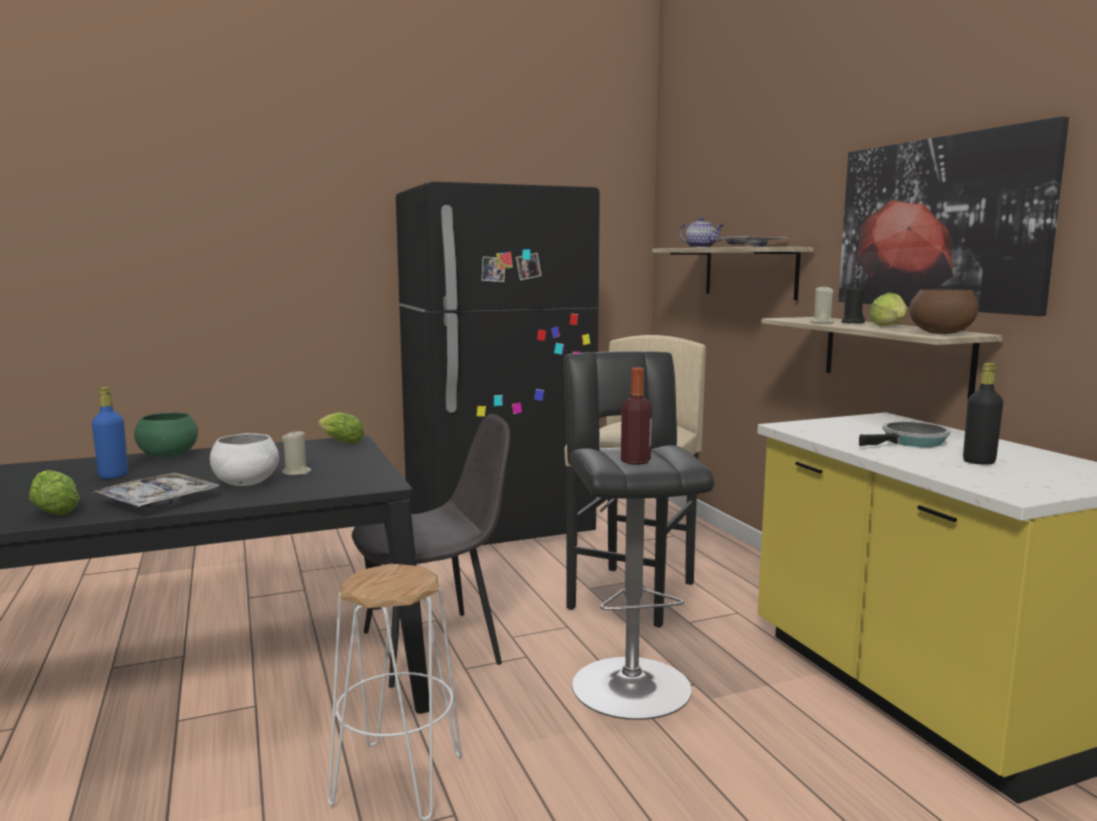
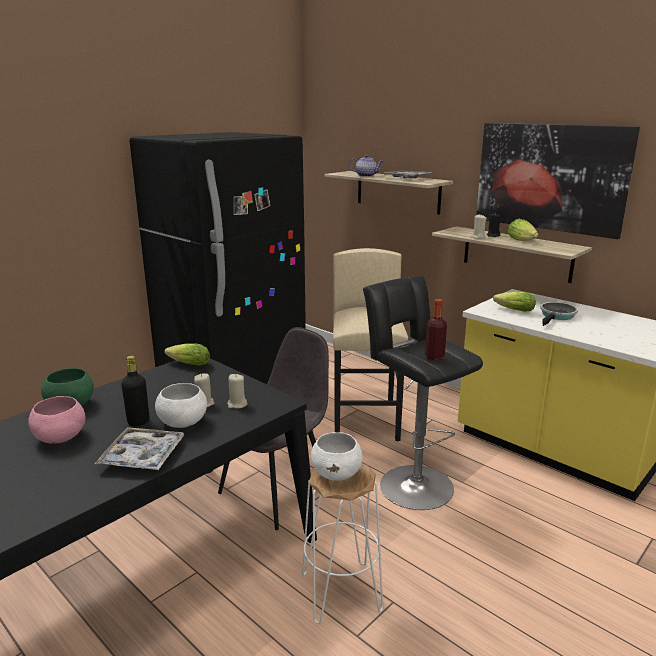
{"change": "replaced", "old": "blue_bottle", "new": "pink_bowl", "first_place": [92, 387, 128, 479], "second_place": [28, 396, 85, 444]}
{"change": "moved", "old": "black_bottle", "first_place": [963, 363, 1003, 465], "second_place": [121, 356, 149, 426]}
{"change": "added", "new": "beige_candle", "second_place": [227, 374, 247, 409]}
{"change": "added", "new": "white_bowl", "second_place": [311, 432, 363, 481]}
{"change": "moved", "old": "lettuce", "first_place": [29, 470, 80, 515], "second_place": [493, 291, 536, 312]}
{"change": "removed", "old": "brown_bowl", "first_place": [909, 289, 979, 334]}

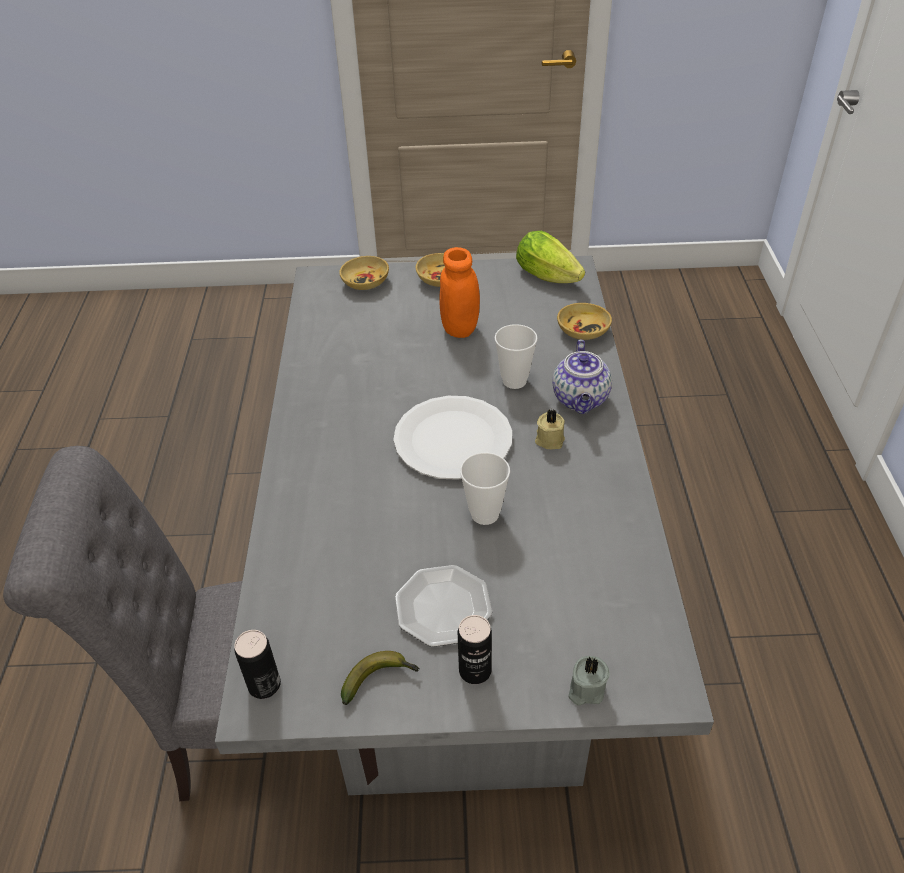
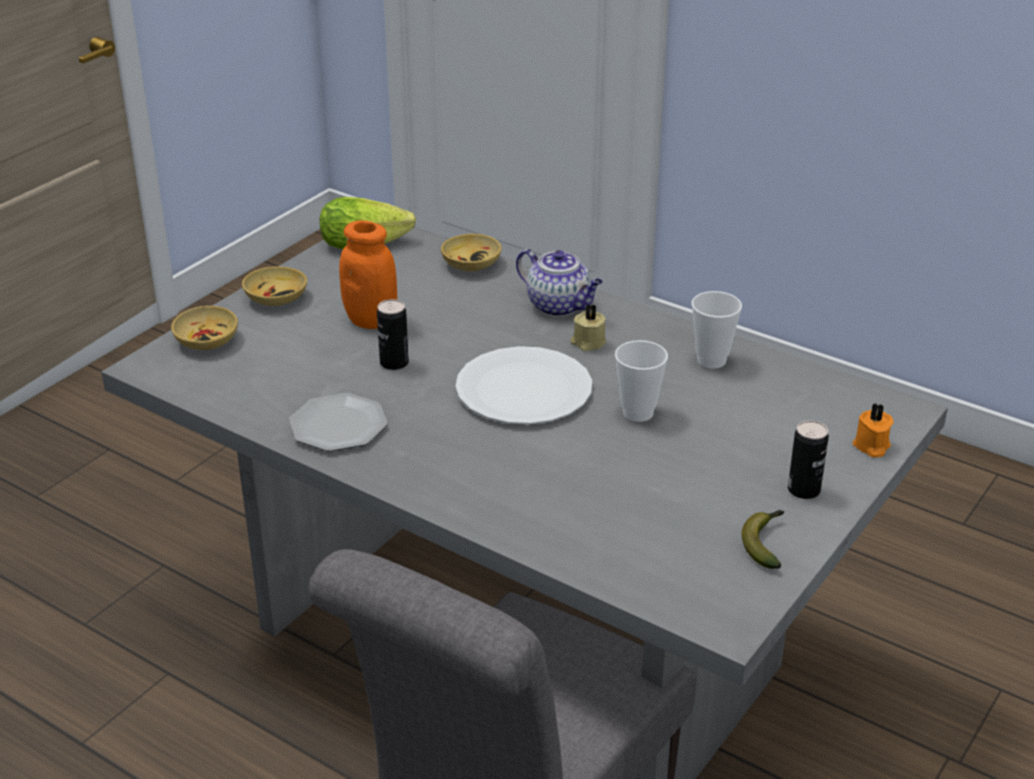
{"change": "moved", "old": "plate", "first_place": [395, 565, 492, 647], "second_place": [289, 393, 388, 452]}
{"change": "moved", "old": "can", "first_place": [234, 630, 281, 699], "second_place": [377, 299, 409, 370]}
{"change": "moved", "old": "cup", "first_place": [495, 324, 538, 389], "second_place": [691, 291, 742, 369]}
{"change": "recoloured", "old": "grey_candle", "new": "orange_candle", "first_place": [568, 656, 610, 705], "second_place": [853, 403, 894, 457]}

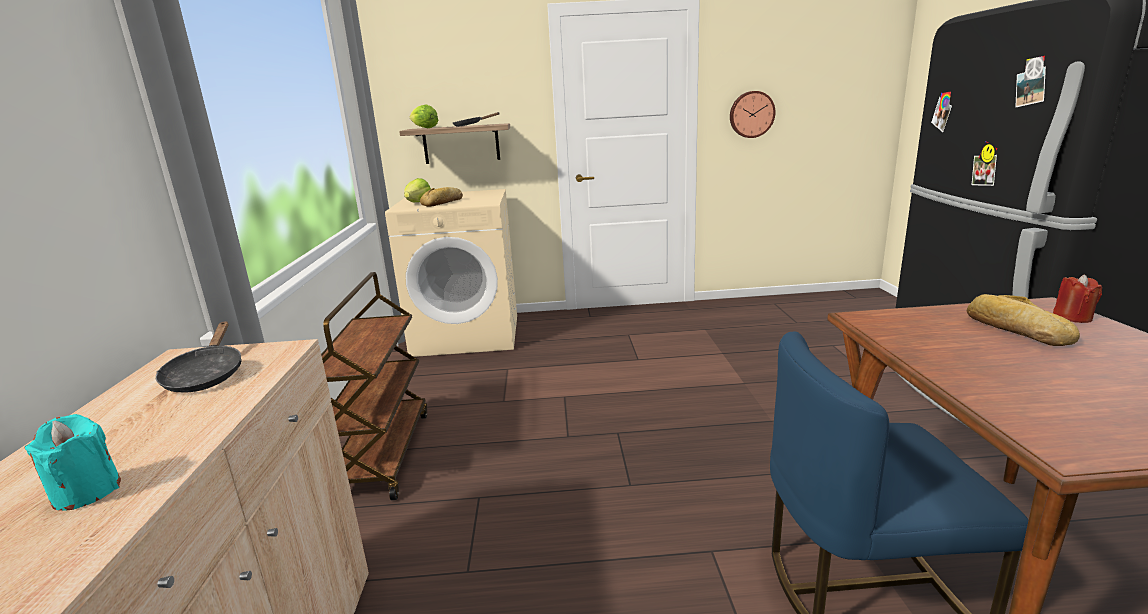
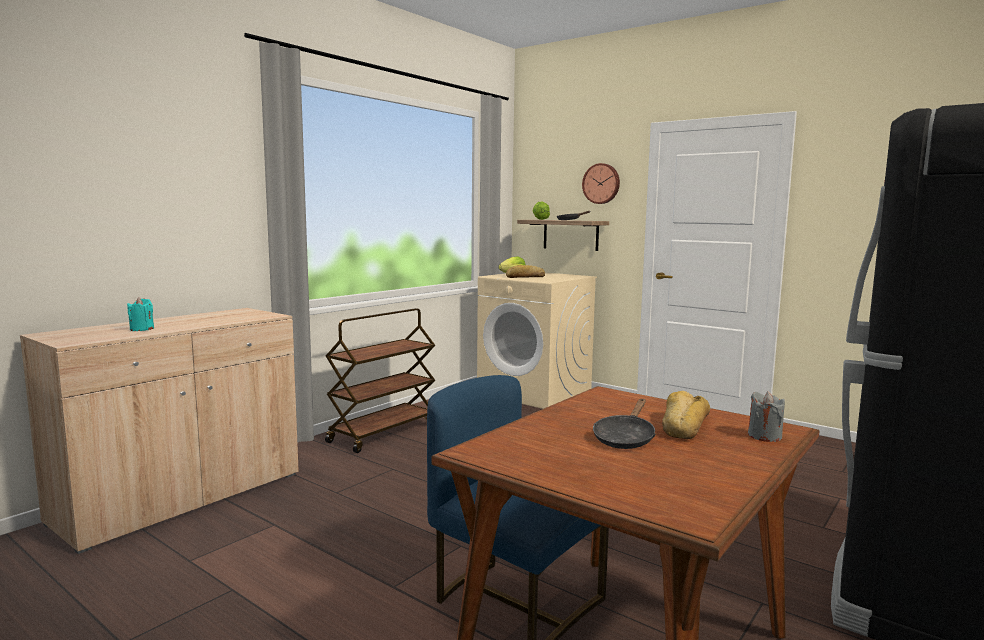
{"change": "moved", "old": "wall_clock", "first_place": [730, 91, 776, 138], "second_place": [582, 163, 620, 204]}
{"change": "moved", "old": "black_frying_pan", "first_place": [156, 321, 242, 392], "second_place": [593, 399, 655, 449]}
{"change": "recoloured", "old": "red_candle", "new": "grey_candle", "first_place": [1053, 275, 1102, 323], "second_place": [748, 391, 785, 442]}

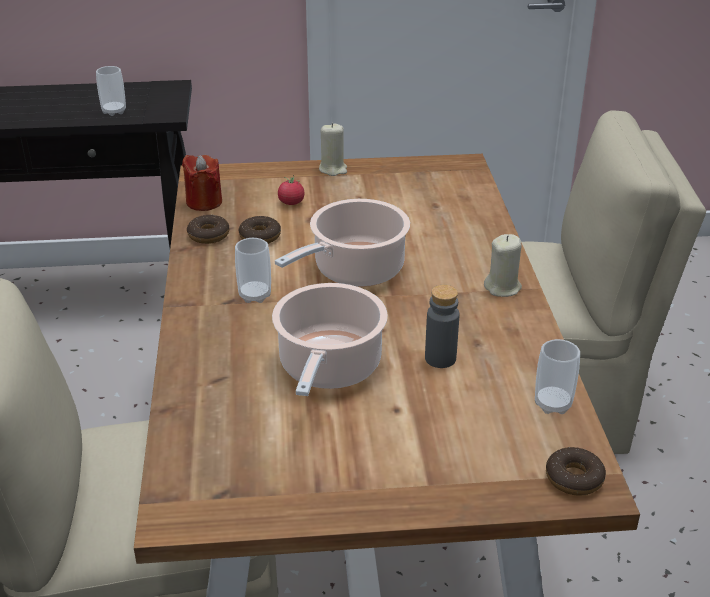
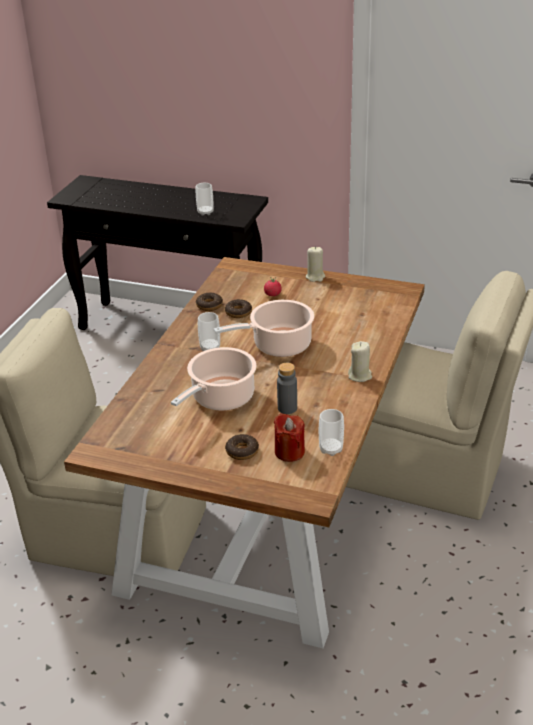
{"change": "moved", "old": "donut", "first_place": [546, 447, 606, 496], "second_place": [225, 434, 259, 460]}
{"change": "moved", "old": "red_candle", "first_place": [182, 155, 222, 211], "second_place": [274, 413, 305, 462]}

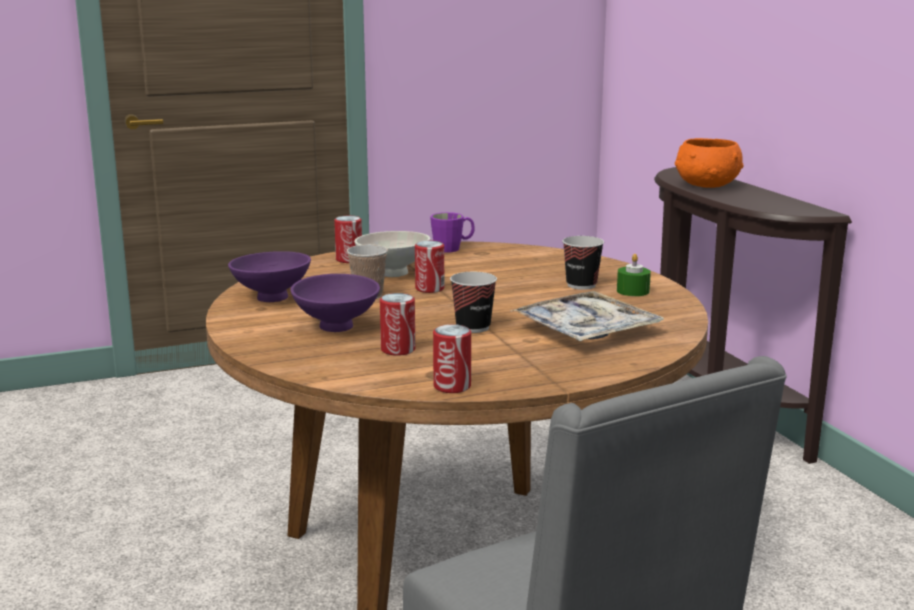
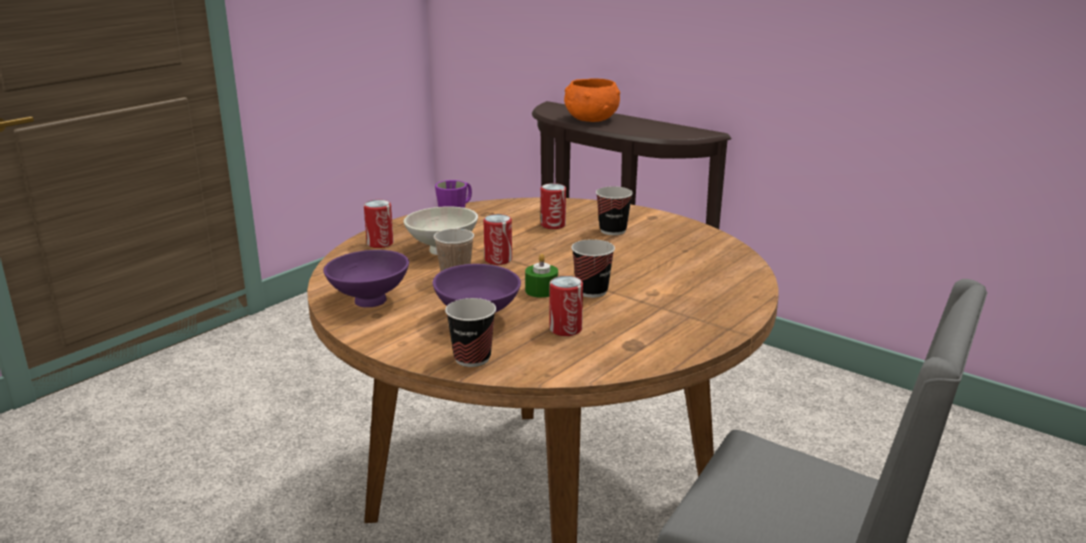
{"change": "added", "new": "cup", "second_place": [445, 298, 496, 367]}
{"change": "moved", "old": "green_candle", "first_place": [617, 254, 651, 296], "second_place": [525, 254, 558, 298]}
{"change": "moved", "old": "can", "first_place": [433, 324, 471, 393], "second_place": [541, 183, 566, 229]}
{"change": "removed", "old": "tray", "first_place": [511, 291, 663, 341]}

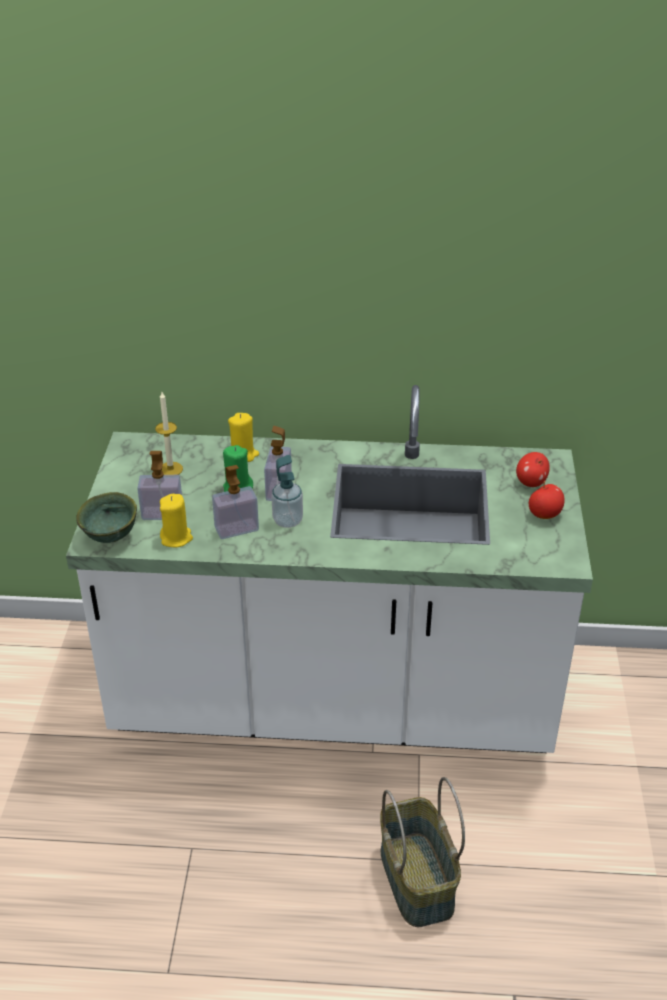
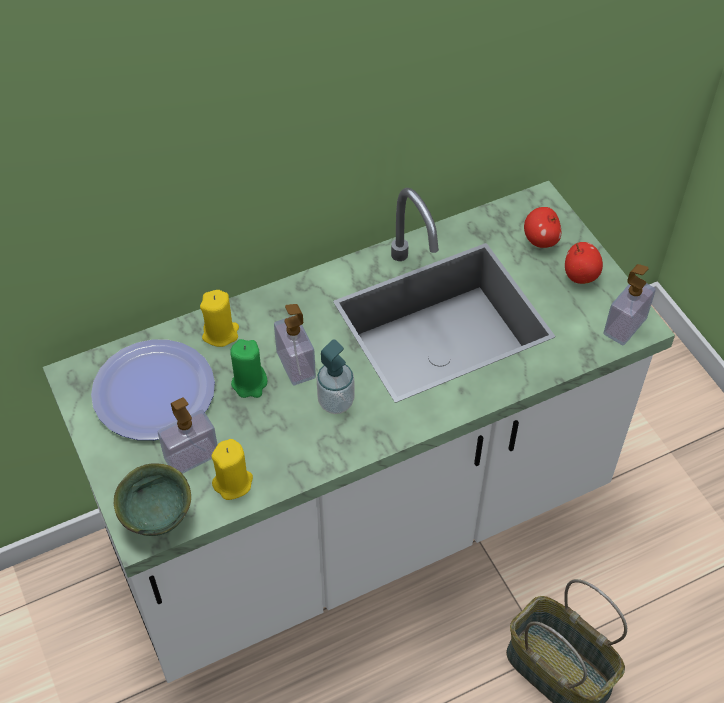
{"change": "replaced", "old": "candle", "new": "plate", "first_place": [155, 392, 183, 475], "second_place": [91, 340, 215, 440]}
{"change": "moved", "old": "soap_dispenser", "first_place": [212, 465, 259, 539], "second_place": [604, 264, 656, 346]}

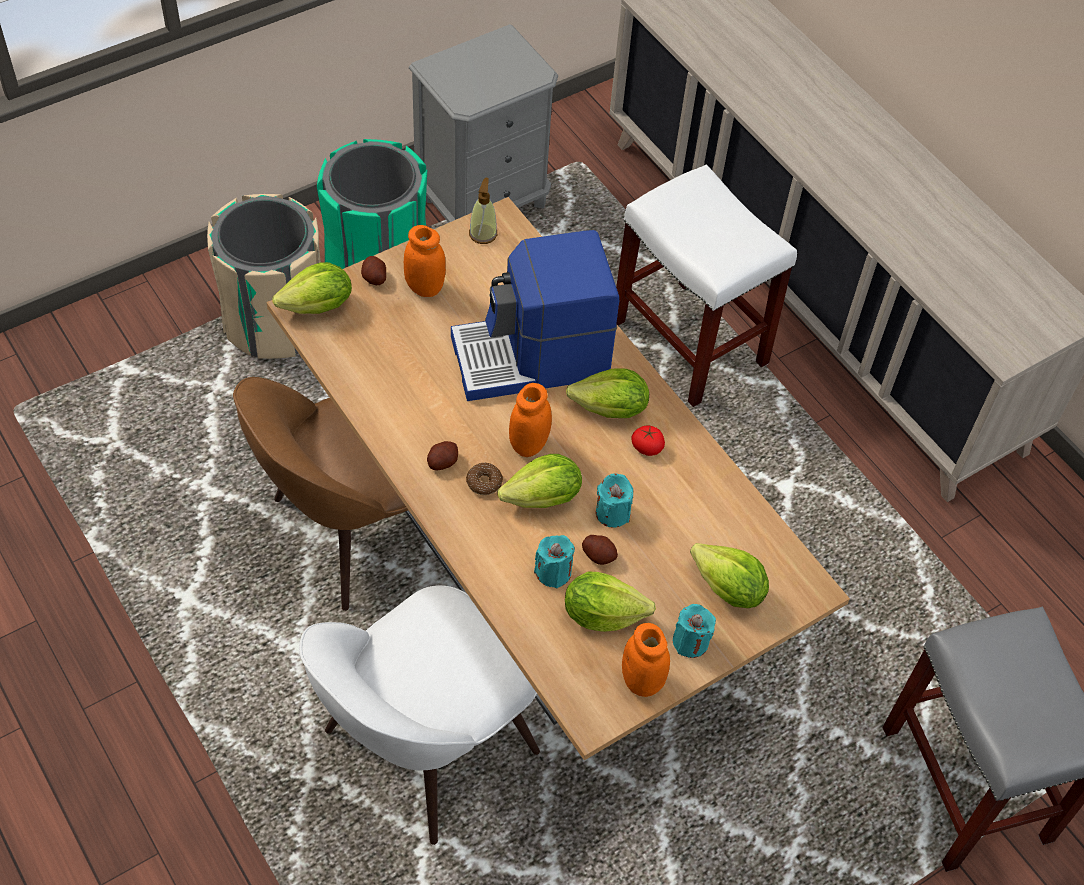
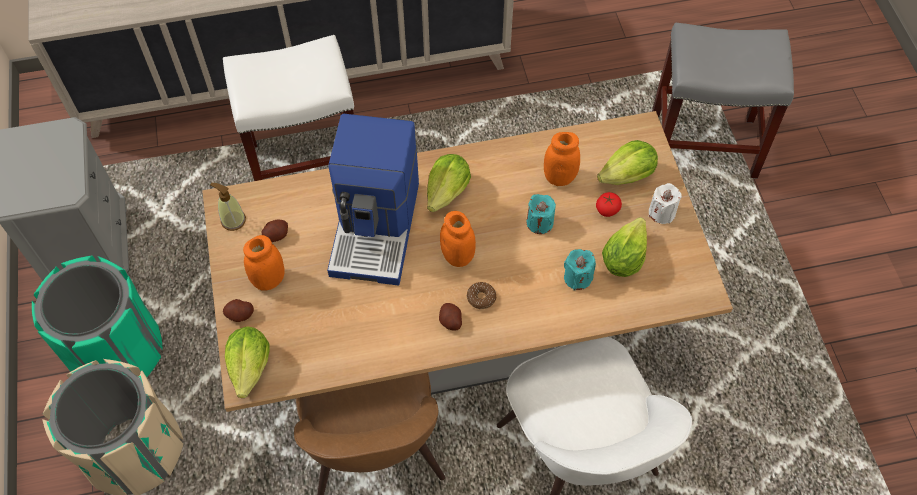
{"change": "moved", "old": "potato", "first_place": [582, 535, 618, 565], "second_place": [262, 219, 288, 242]}
{"change": "moved", "old": "orange_jar", "first_place": [622, 623, 670, 697], "second_place": [544, 132, 580, 186]}
{"change": "moved", "old": "tomato", "first_place": [631, 425, 665, 456], "second_place": [596, 192, 622, 217]}
{"change": "recoloured", "old": "turquoise_candle", "new": "white_candle", "first_place": [673, 604, 716, 658], "second_place": [649, 183, 682, 224]}
{"change": "removed", "old": "lettuce", "first_place": [498, 454, 582, 508]}

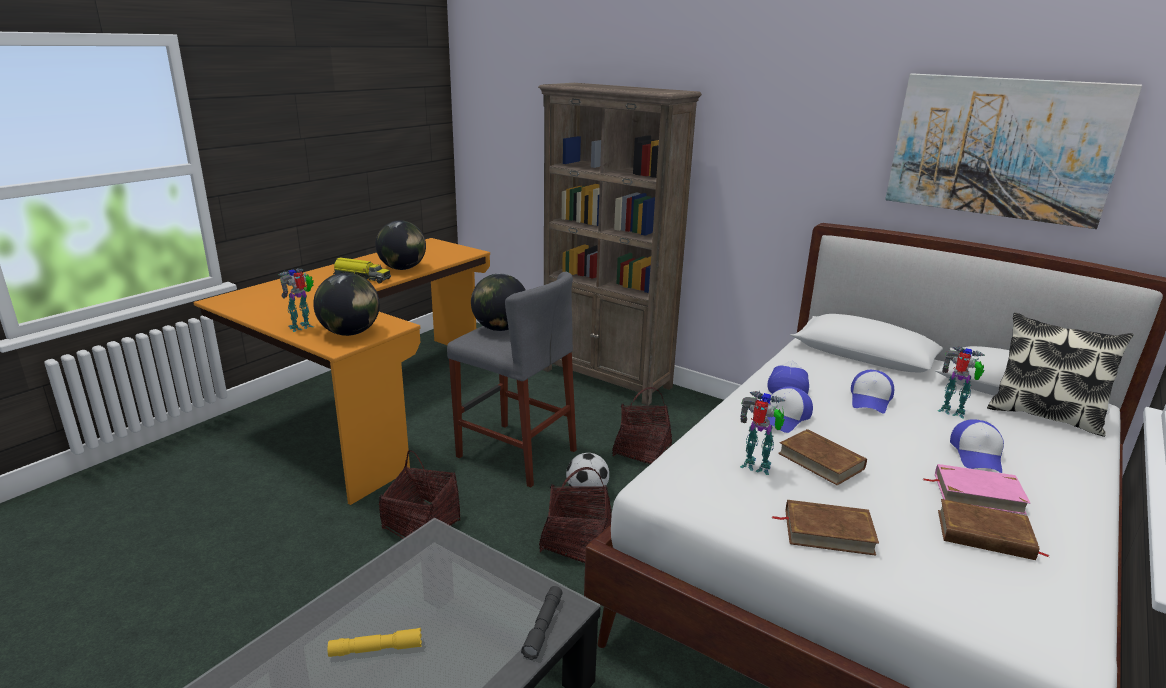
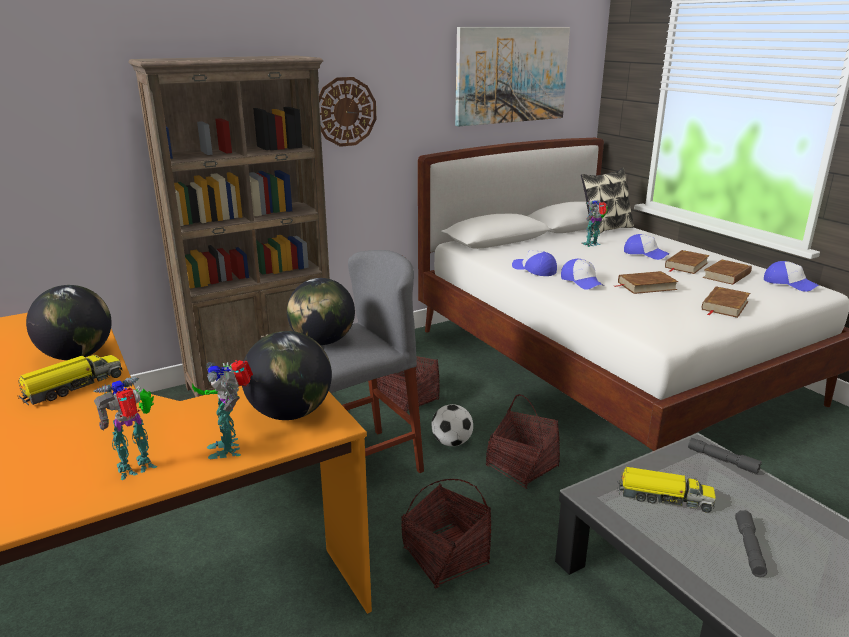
{"change": "moved", "old": "toy_robot", "first_place": [740, 391, 785, 475], "second_place": [93, 377, 157, 480]}
{"change": "added", "new": "wall_clock", "second_place": [319, 77, 376, 147]}
{"change": "added", "new": "toy_truck", "second_place": [617, 467, 716, 513]}
{"change": "recoloured", "old": "pink_book", "new": "brown_book", "first_place": [923, 464, 1030, 515], "second_place": [665, 250, 710, 274]}
{"change": "recoloured", "old": "yellow_flashlight", "new": "grey_flashlight", "first_place": [328, 628, 422, 657], "second_place": [735, 510, 767, 577]}
{"change": "moved", "old": "cap", "first_place": [851, 370, 894, 414], "second_place": [764, 261, 819, 292]}

